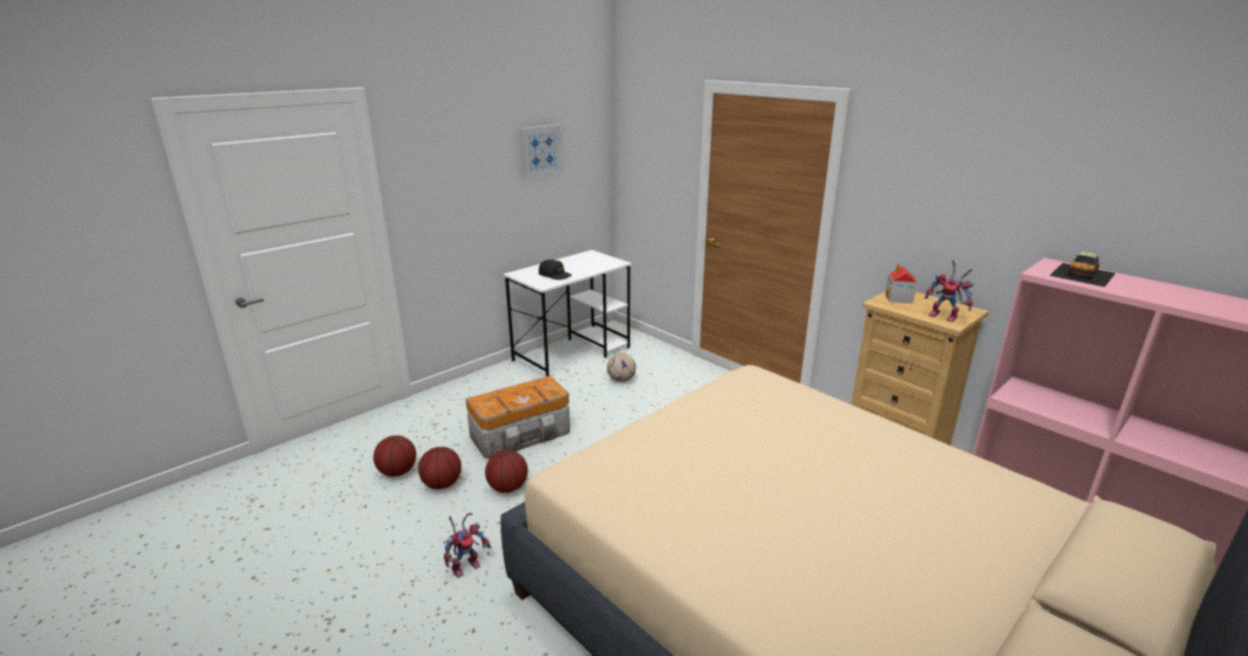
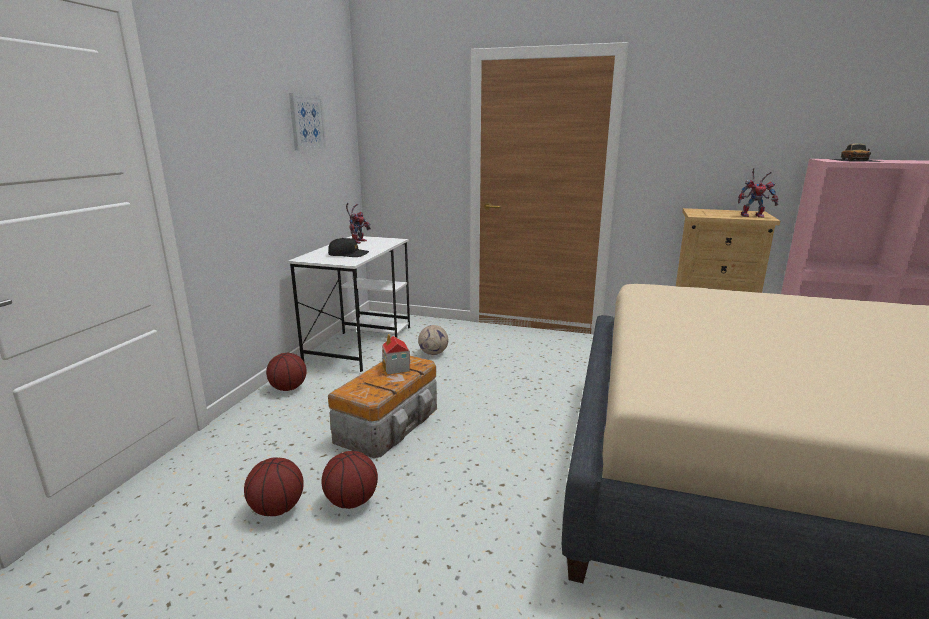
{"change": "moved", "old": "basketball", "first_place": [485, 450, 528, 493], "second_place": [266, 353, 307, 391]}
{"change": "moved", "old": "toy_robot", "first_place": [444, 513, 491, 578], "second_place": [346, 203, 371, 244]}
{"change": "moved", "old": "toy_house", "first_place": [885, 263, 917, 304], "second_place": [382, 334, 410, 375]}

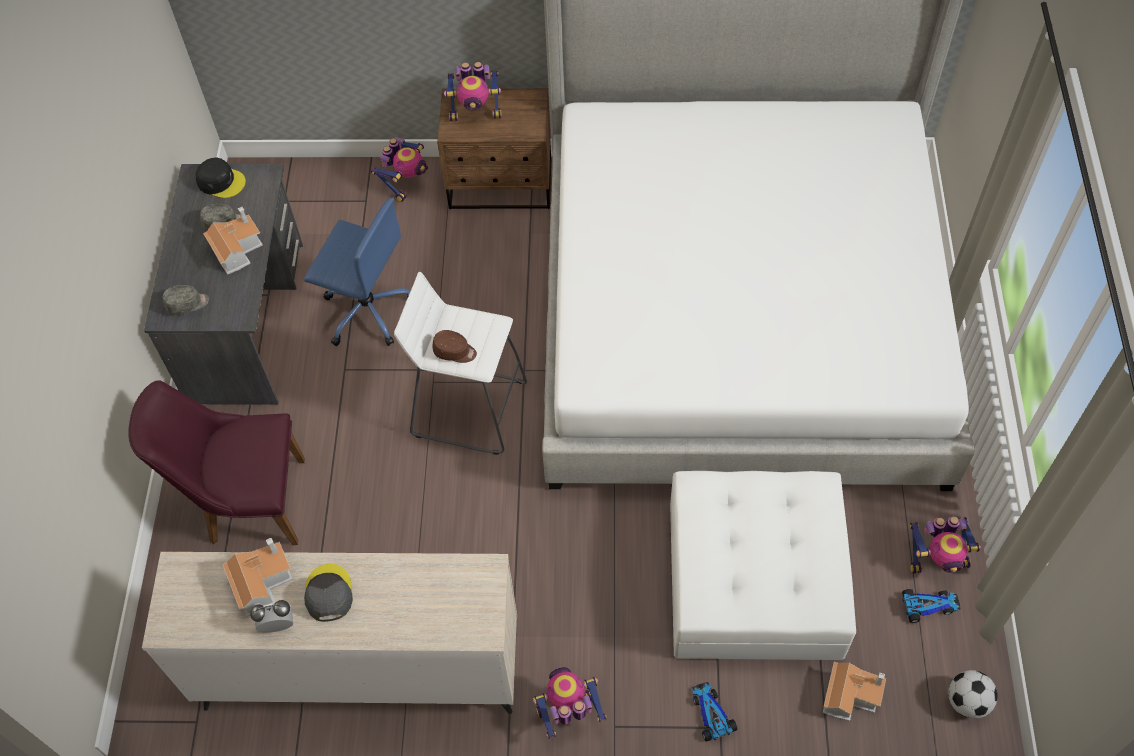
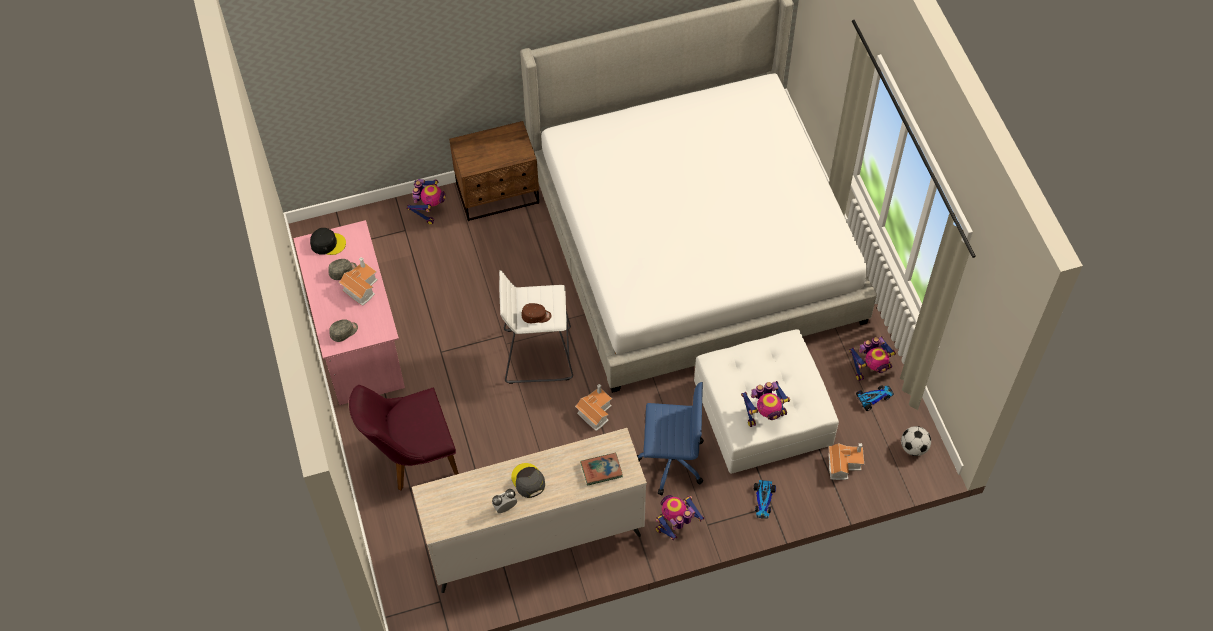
{"change": "recoloured", "old": "grey_desk", "new": "pink_desk", "first_place": [144, 164, 303, 405], "second_place": [293, 220, 405, 405]}
{"change": "moved", "old": "toy_house", "first_place": [223, 538, 293, 617], "second_place": [575, 384, 612, 431]}
{"change": "added", "new": "book", "second_place": [581, 453, 623, 486]}
{"change": "moved", "old": "blue_office_chair", "first_place": [304, 198, 410, 346], "second_place": [637, 382, 704, 496]}
{"change": "moved", "old": "toy_robot", "first_place": [444, 62, 502, 121], "second_place": [741, 381, 790, 427]}
{"change": "turned", "old": "toy_car", "first_place": [692, 682, 738, 741], "second_place": [754, 480, 776, 519], "degrees": -135}

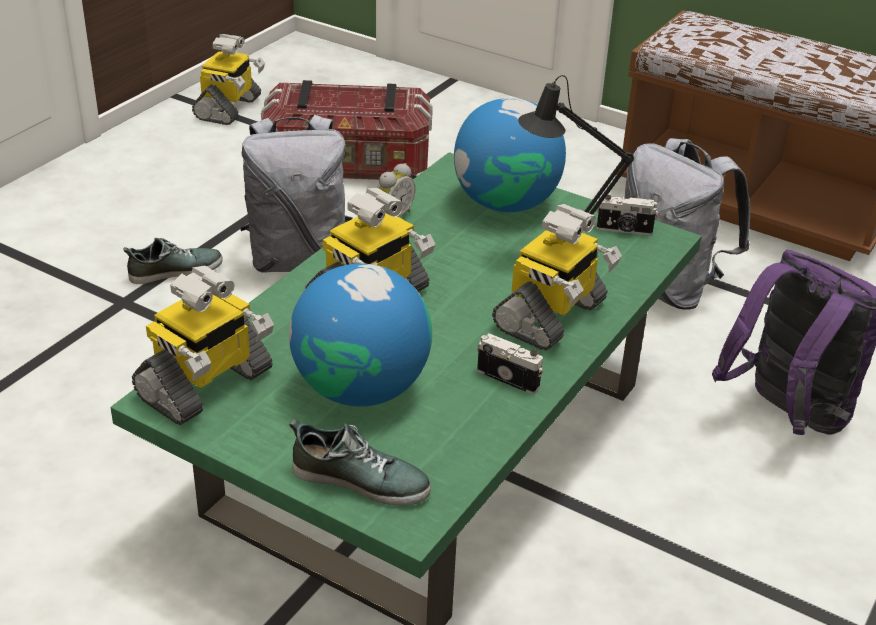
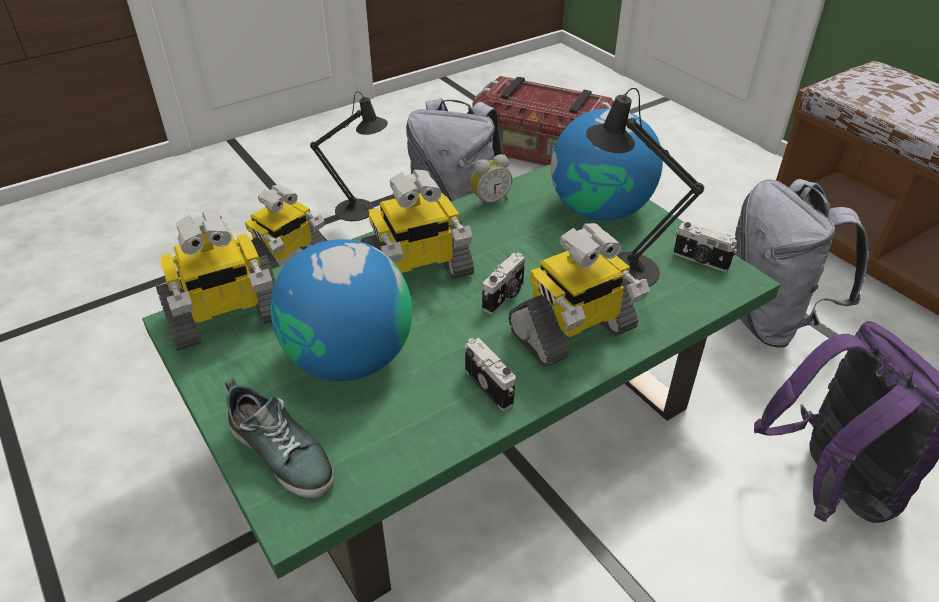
{"change": "moved", "old": "toy_robot", "first_place": [192, 34, 265, 125], "second_place": [241, 185, 325, 269]}
{"change": "replaced", "old": "shoe", "new": "black_table_lamp", "first_place": [124, 238, 223, 284], "second_place": [310, 91, 388, 221]}
{"change": "added", "new": "photo_camera", "second_place": [482, 253, 525, 314]}

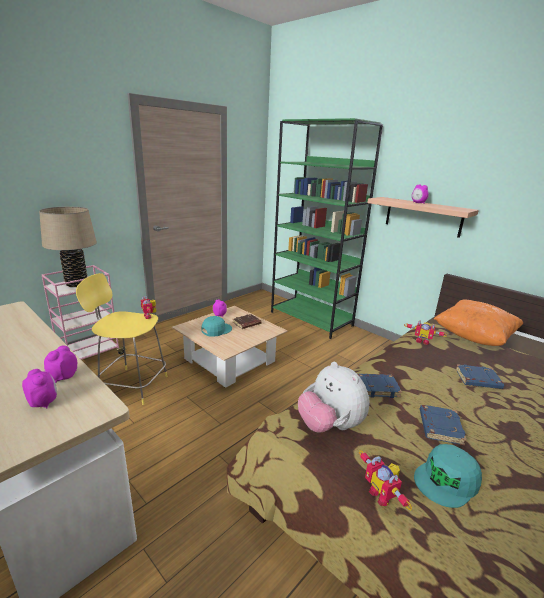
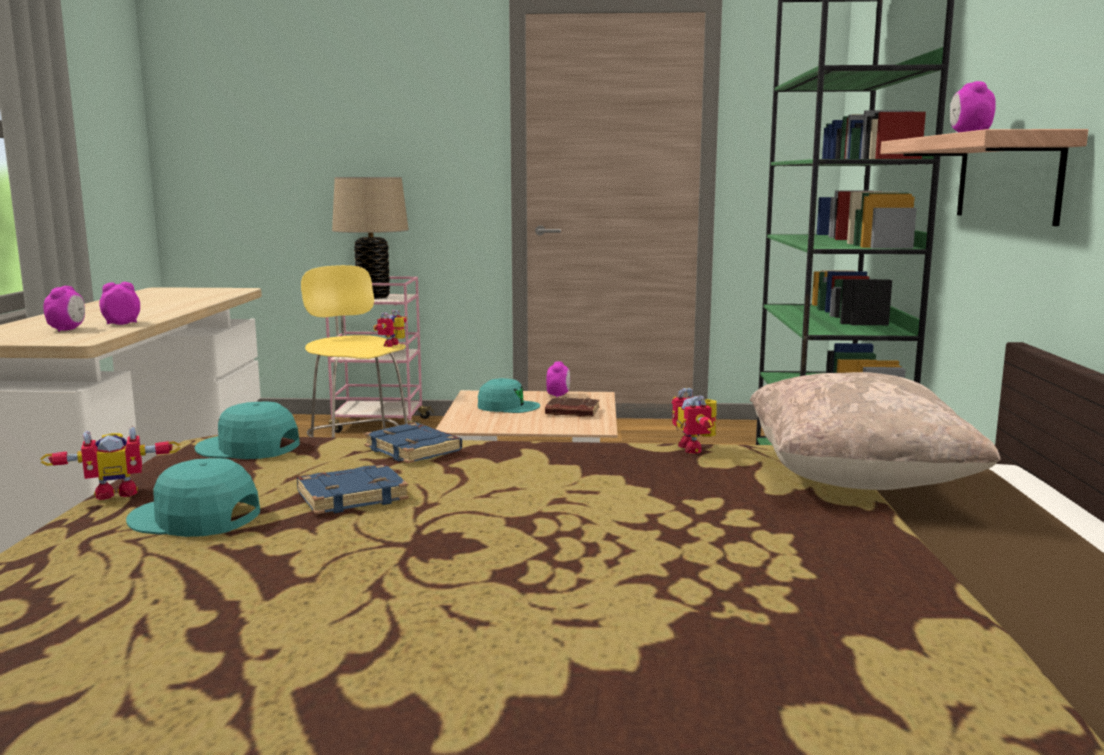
{"change": "turned", "old": "toy_robot", "first_place": [359, 450, 412, 510], "second_place": [40, 426, 180, 500], "degrees": -135}
{"change": "replaced", "old": "plush_toy", "new": "turquoise_cap", "first_place": [298, 362, 370, 433], "second_place": [195, 401, 300, 459]}
{"change": "recoloured", "old": "orange_pillow", "new": "beige_pillow", "first_place": [434, 300, 523, 346], "second_place": [750, 372, 1001, 490]}
{"change": "removed", "old": "blue_book", "first_place": [456, 364, 504, 389]}

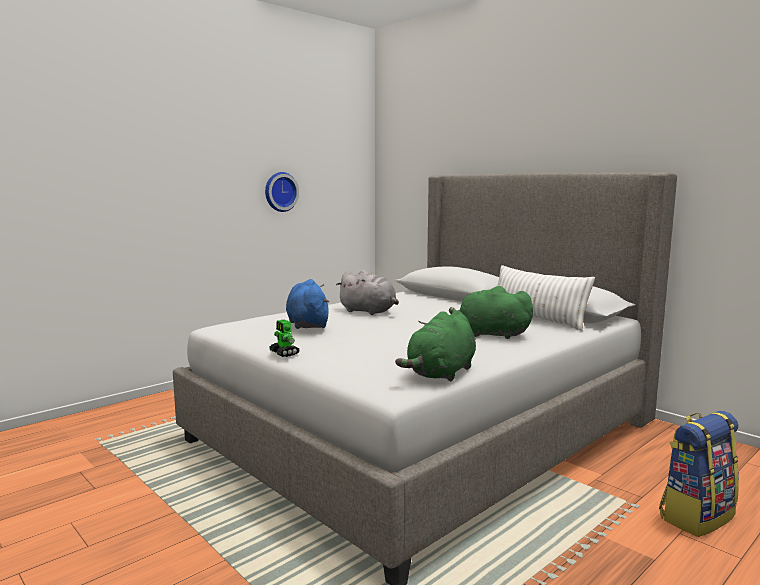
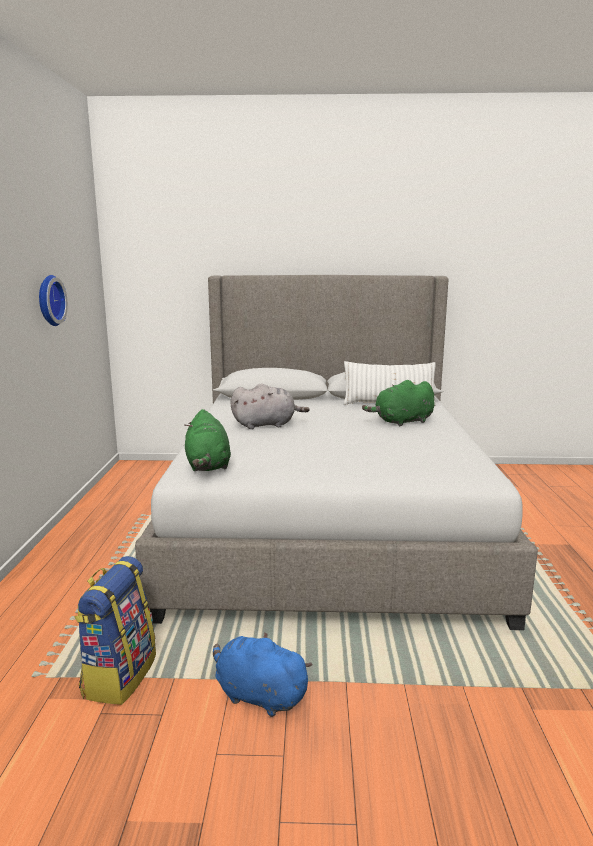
{"change": "moved", "old": "backpack", "first_place": [659, 411, 739, 537], "second_place": [75, 556, 156, 705]}
{"change": "moved", "old": "green_plush_toy", "first_place": [395, 310, 476, 382], "second_place": [184, 409, 231, 471]}
{"change": "moved", "old": "blue_plush_toy", "first_place": [286, 279, 330, 329], "second_place": [213, 632, 313, 717]}
{"change": "removed", "old": "toy_robot", "first_place": [269, 319, 300, 357]}

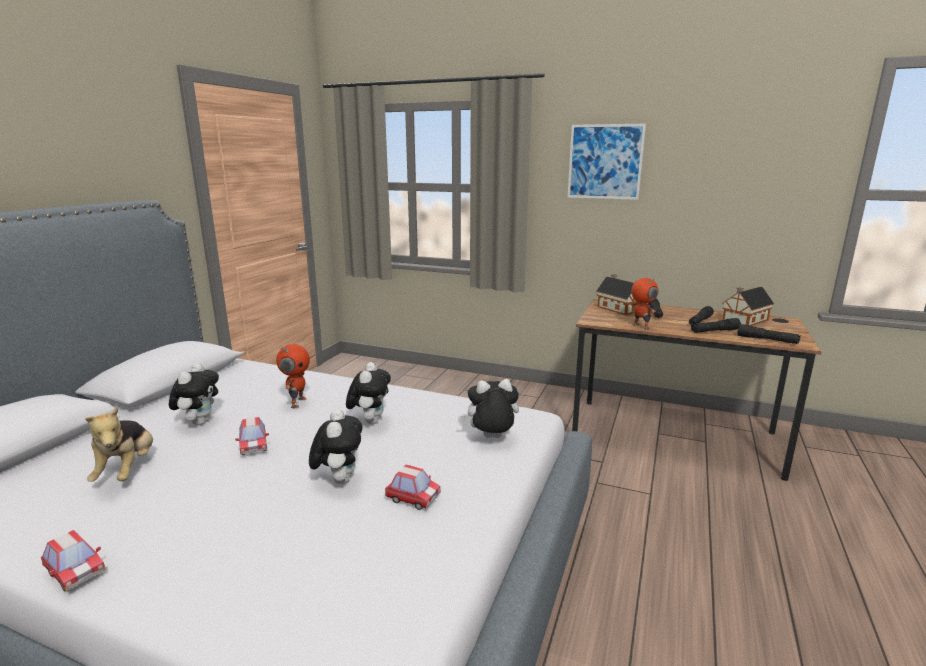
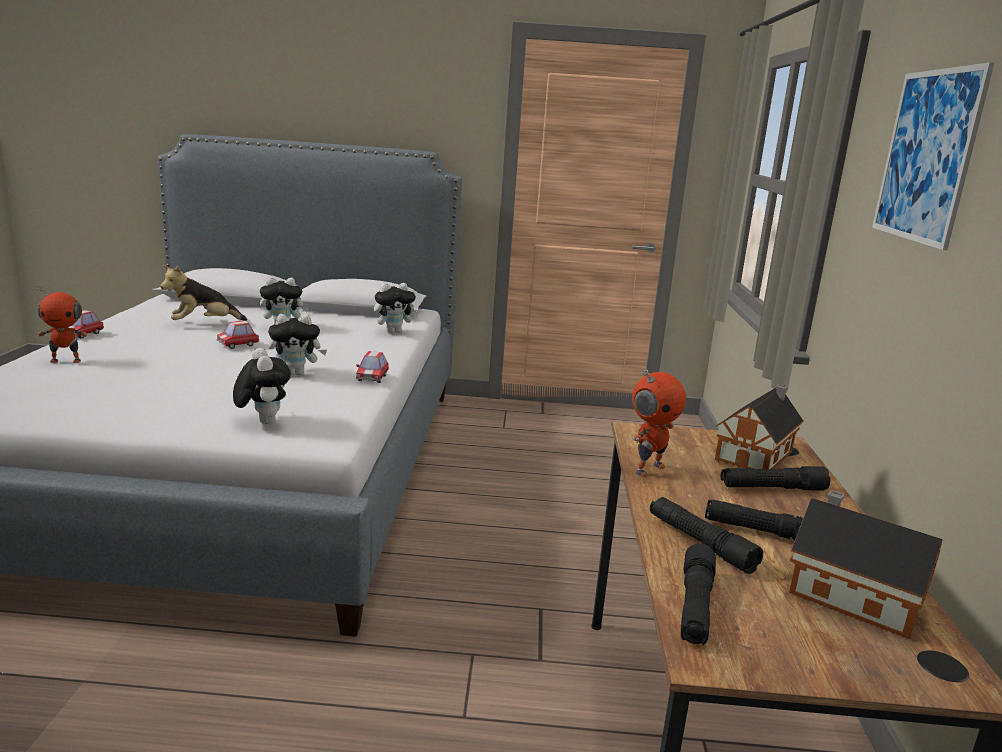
{"change": "moved", "old": "toy_robot", "first_place": [276, 344, 310, 409], "second_place": [37, 286, 88, 363]}
{"change": "moved", "old": "toy_car", "first_place": [385, 465, 441, 510], "second_place": [356, 351, 389, 383]}
{"change": "moved", "old": "plush_toy", "first_place": [309, 409, 362, 484], "second_place": [374, 283, 419, 333]}

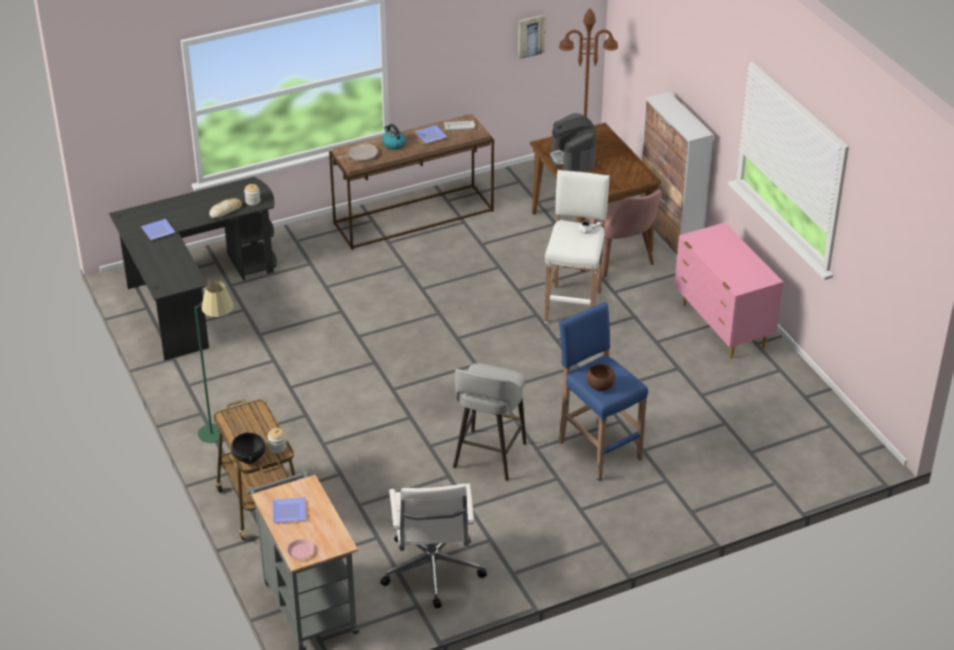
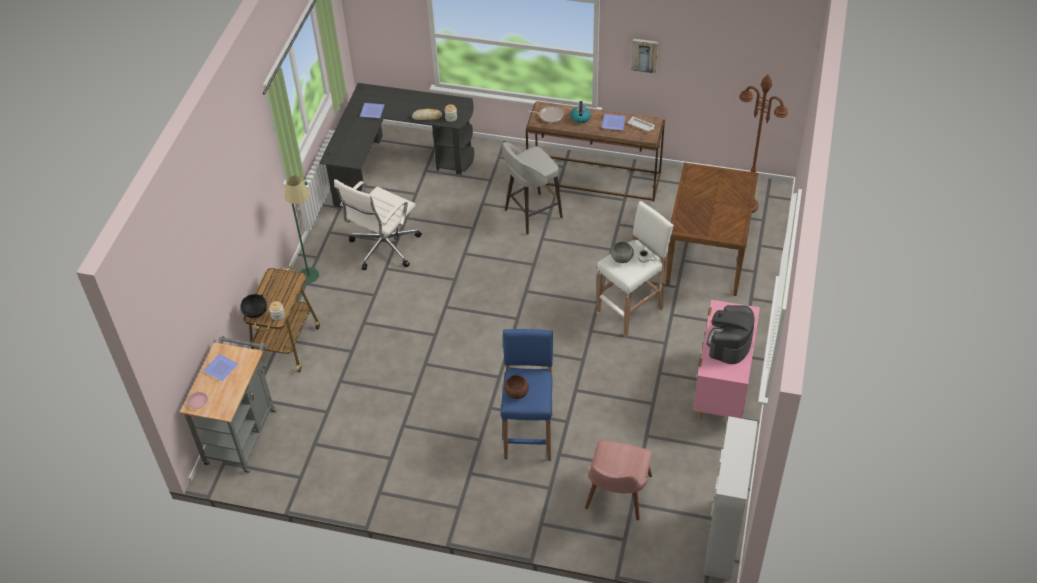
{"change": "moved", "old": "white_office_chair", "first_place": [380, 484, 487, 609], "second_place": [334, 179, 422, 270]}
{"change": "moved", "old": "grey_stool", "first_place": [453, 363, 526, 481], "second_place": [502, 142, 563, 235]}
{"change": "moved", "old": "pink_chair", "first_place": [587, 190, 661, 277], "second_place": [585, 440, 652, 520]}
{"change": "added", "new": "grey_bowl", "second_place": [611, 242, 634, 263]}
{"change": "moved", "old": "picture", "first_place": [518, 14, 546, 59], "second_place": [631, 39, 658, 74]}
{"change": "moved", "old": "cabinet", "first_place": [639, 92, 714, 261], "second_place": [703, 416, 758, 580]}
{"change": "moved", "old": "coffee_machine", "first_place": [549, 113, 596, 172], "second_place": [707, 305, 754, 364]}

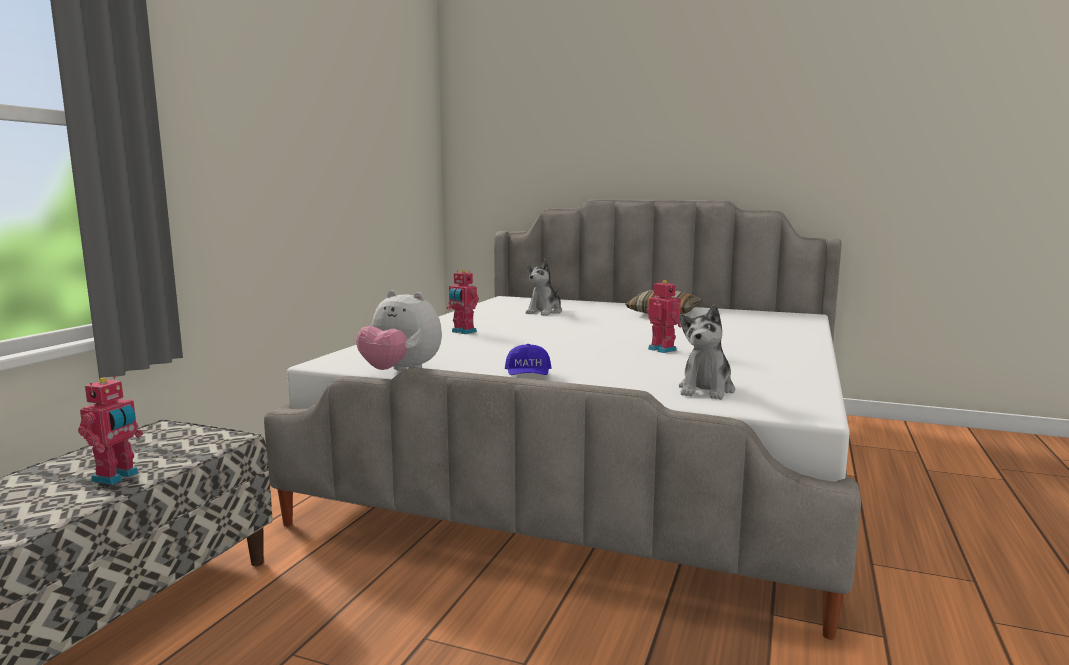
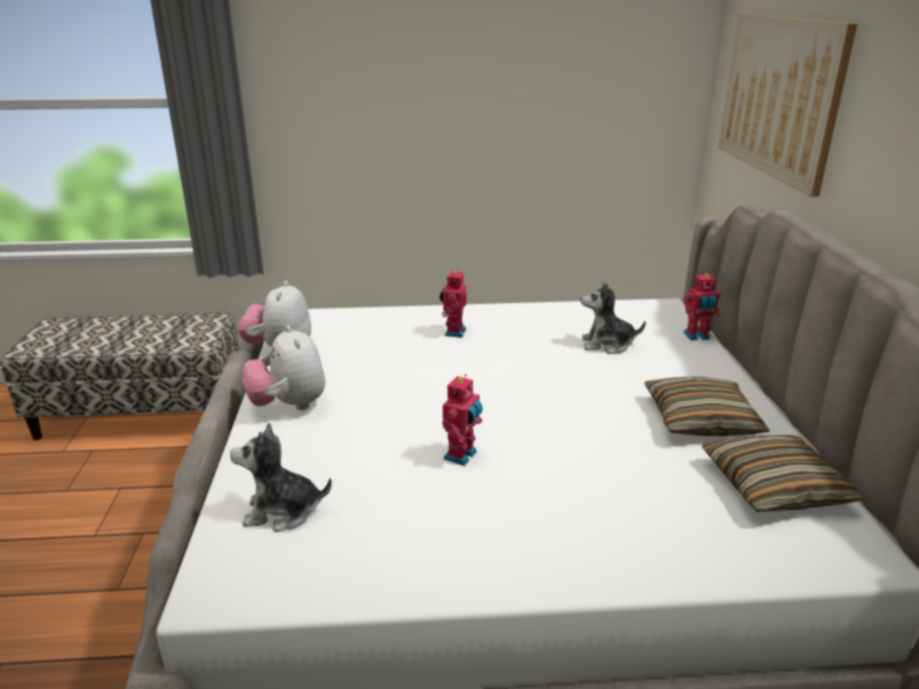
{"change": "replaced", "old": "blue_cap", "new": "plush_toy", "first_place": [505, 344, 551, 375], "second_place": [242, 325, 325, 410]}
{"change": "moved", "old": "toy_robot", "first_place": [78, 376, 143, 485], "second_place": [684, 274, 720, 340]}
{"change": "added", "new": "pillow", "second_place": [702, 435, 864, 512]}
{"change": "added", "new": "picture", "second_place": [718, 13, 857, 197]}

